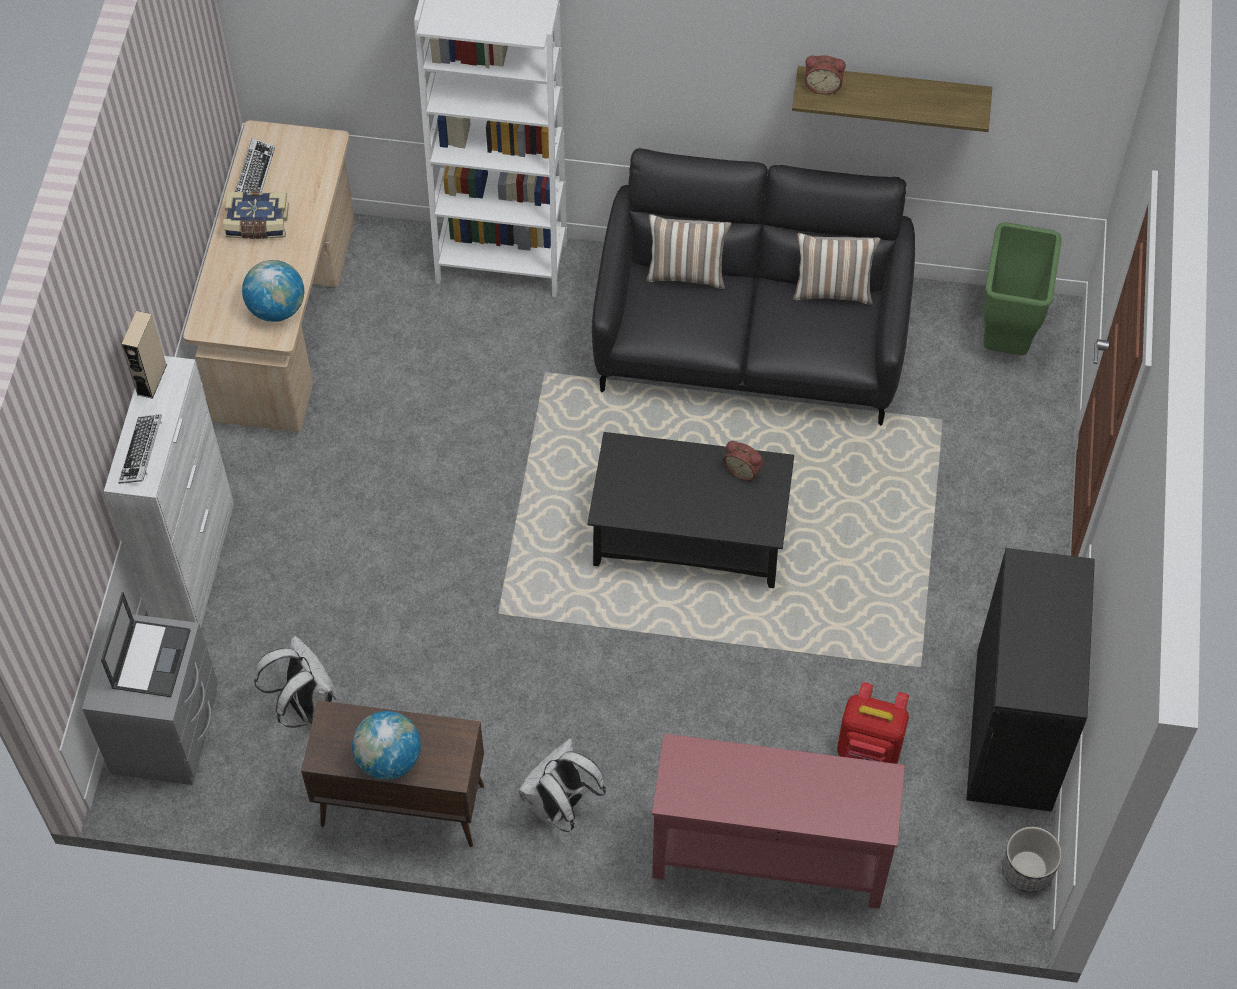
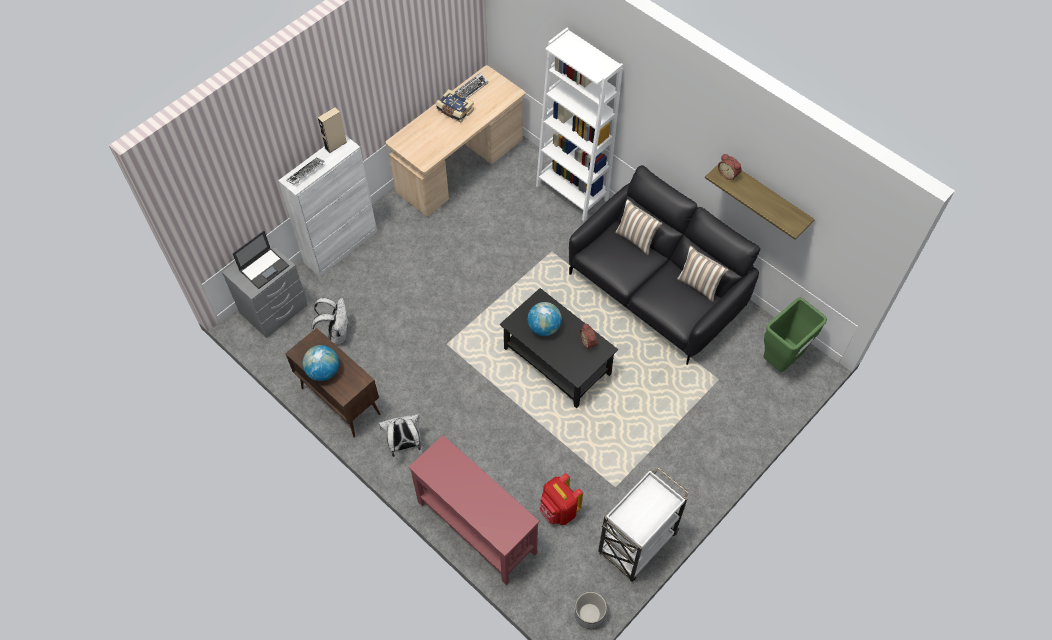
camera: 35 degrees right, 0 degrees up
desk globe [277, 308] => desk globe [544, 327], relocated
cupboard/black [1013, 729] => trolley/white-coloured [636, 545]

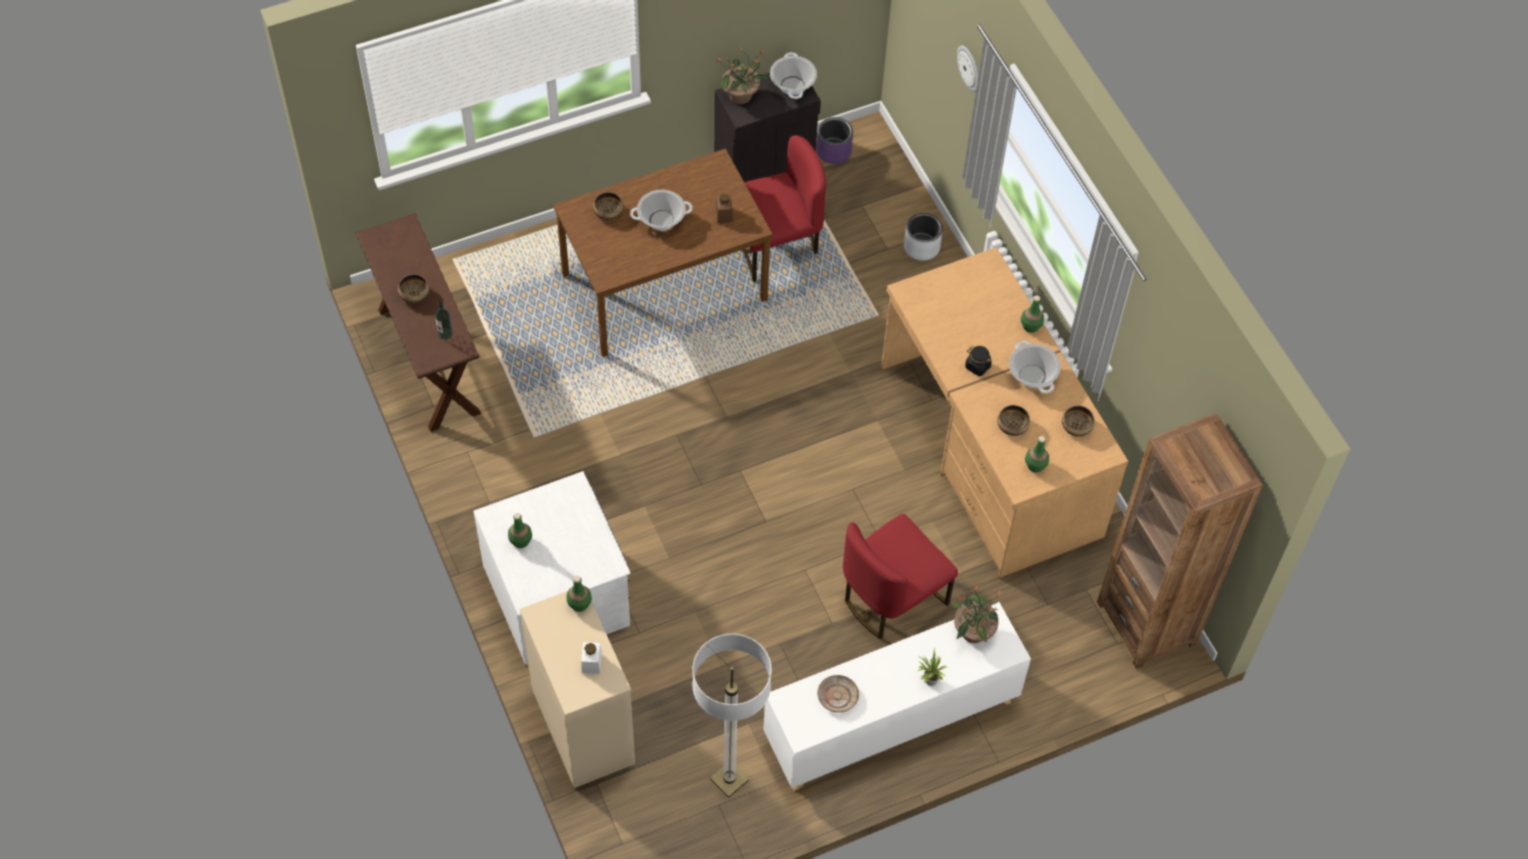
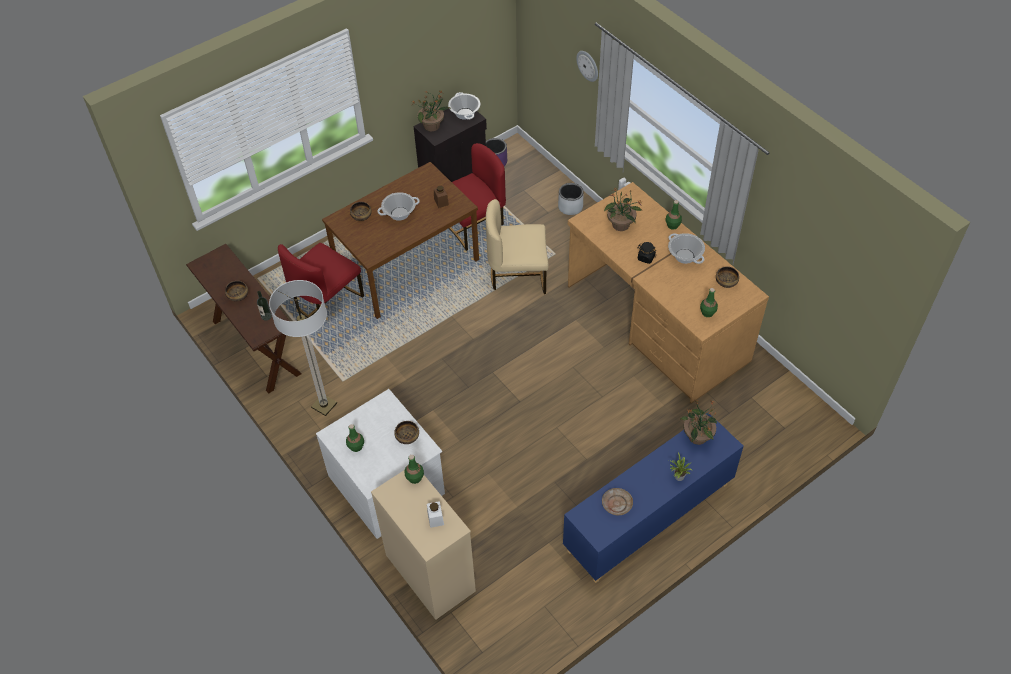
camera: 10 degrees left, 5 degrees down
shelving unit/brown-coloured [1146, 623] => nothing
nothing => chair/beige [518, 275]
nothing => houseplant [621, 225]
standard lamp [729, 779] => standard lamp [324, 405], relocated
chair/red [892, 598] => chair/red [327, 300], relocated
serving bowl [1012, 426] => serving bowl [407, 436], relocated
cupboard/white-coloured [890, 722] => cupboard/blue-coloured [648, 518]

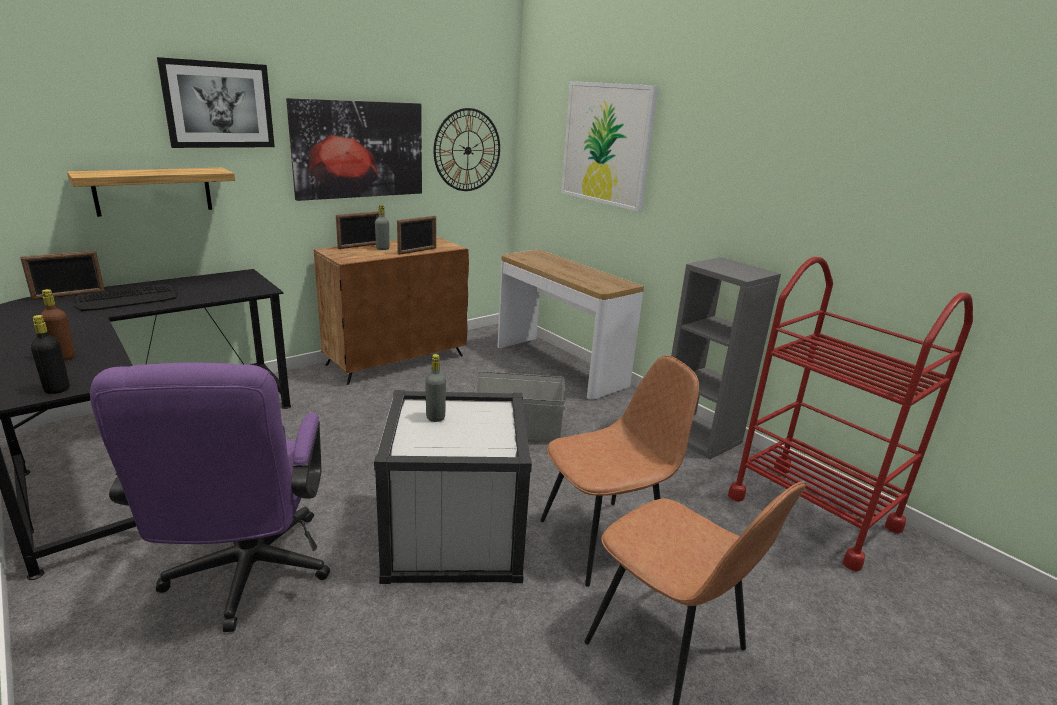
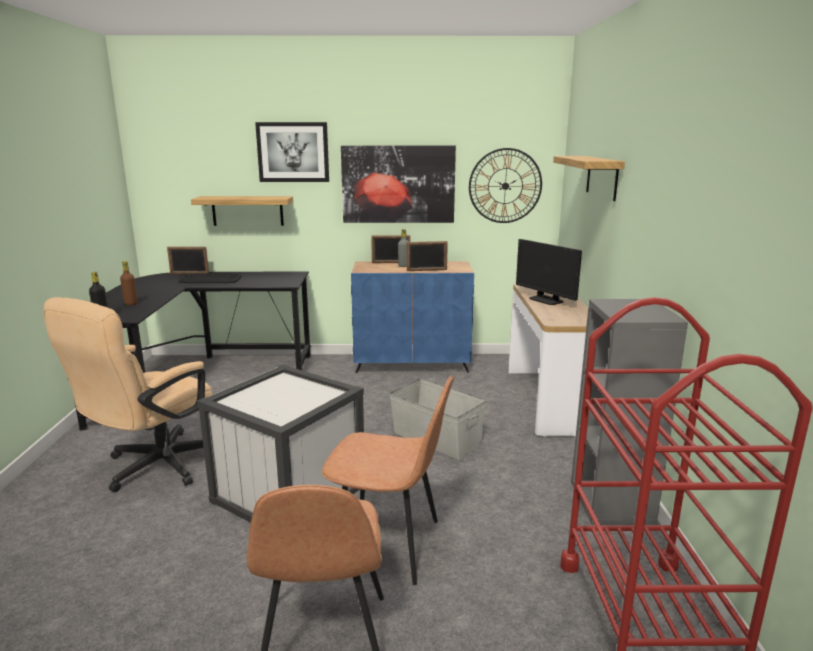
camera: 40 degrees right, 5 degrees down
drink bottle/grey [435, 417] => nothing
nothing => monitor [546, 300]
wall art [607, 144] => bracket shelf [602, 177]
office chair/purple-coloured [246, 578] => office chair/beige [154, 468]
cupboard/brown-coloured [396, 360] => cupboard/blue-coloured [412, 364]

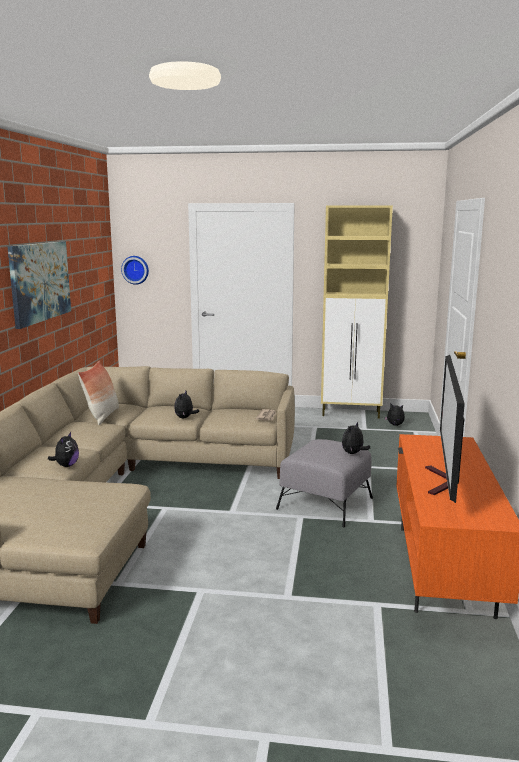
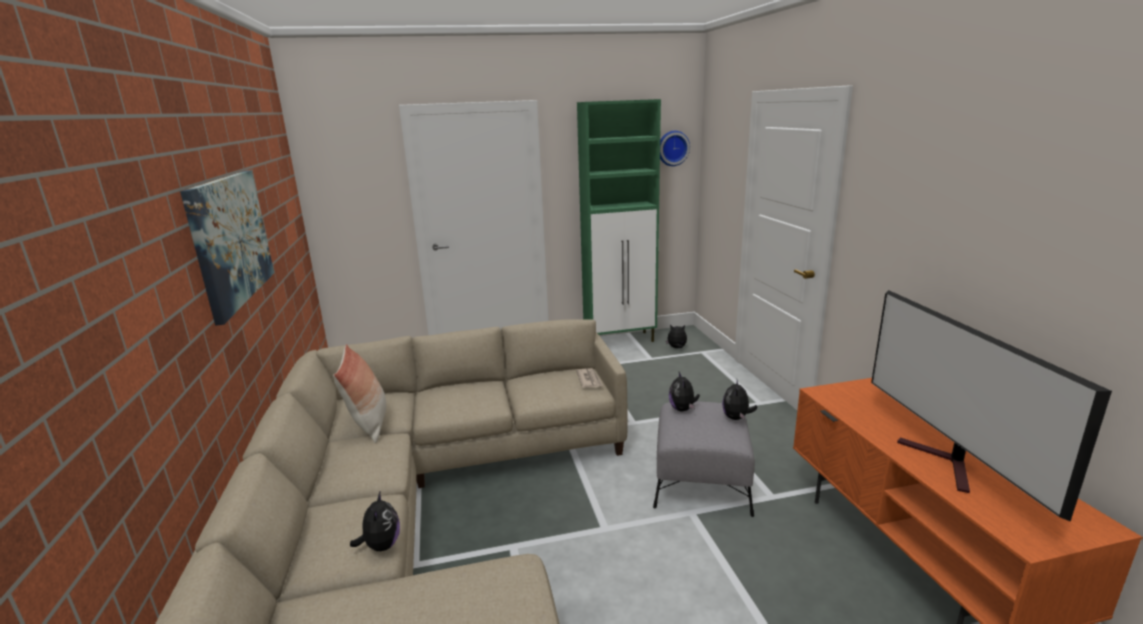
camera: 20 degrees left, 5 degrees up
hanging clock [135, 270] => hanging clock [672, 148], relocated
cuddly toy [185, 418] => cuddly toy [683, 409], relocated
cupboard/beige [351, 413] => cupboard/green-coloured [620, 340]

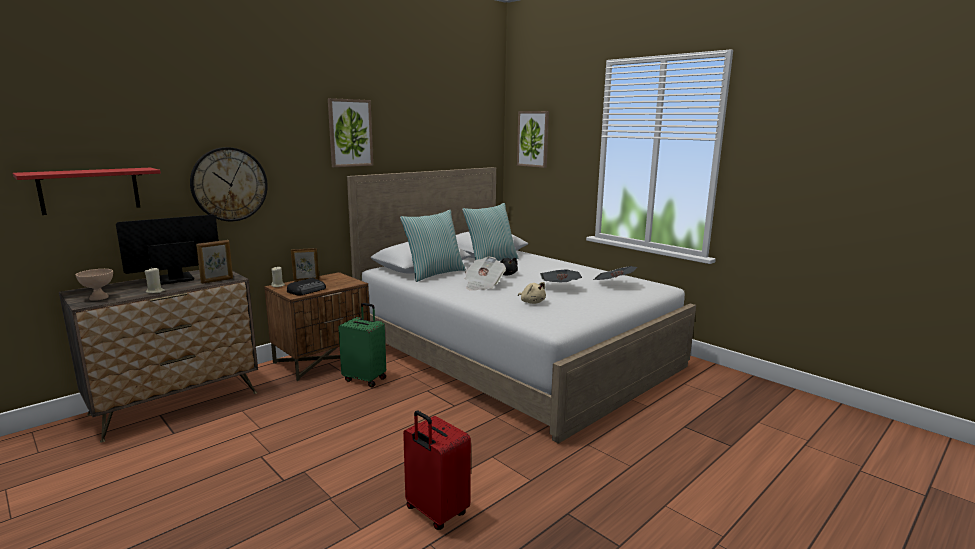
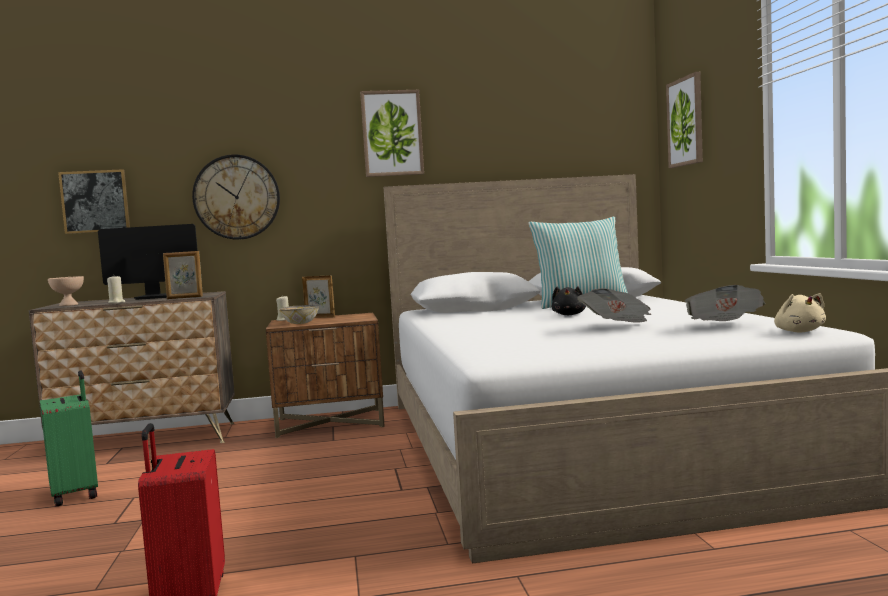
camera: 35 degrees right, 10 degrees down
throw pillow [434, 274] => nothing
daily paper [483, 285] => nothing
travel case/green-coloured [365, 379] => travel case/green-coloured [76, 494], relocated
cuddly toy/beige [532, 302] => cuddly toy/beige [799, 331], relocated
bracket shelf/red [89, 190] => wall art [95, 201]
radio receiver [307, 290] => serving bowl [300, 323]

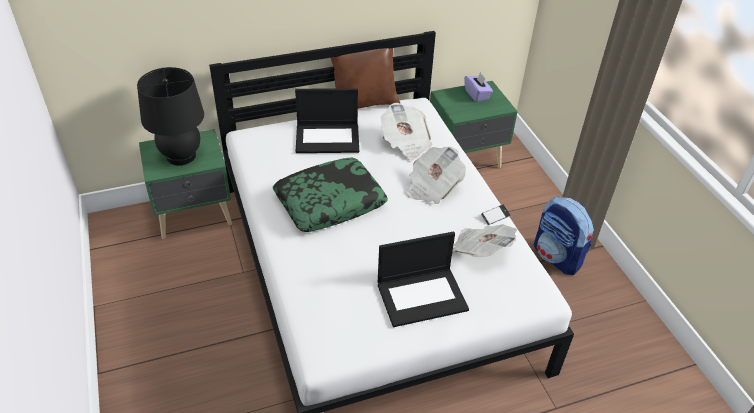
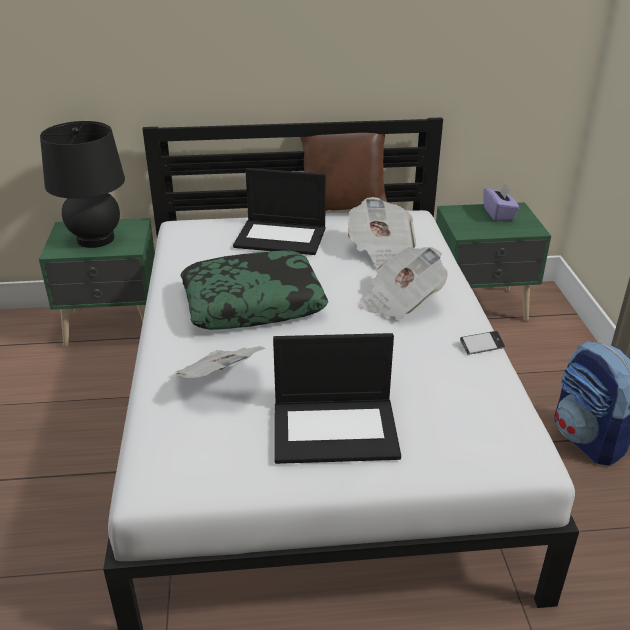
camera: 15 degrees right, 10 degrees down
daily paper [480, 250] => daily paper [220, 380], relocated

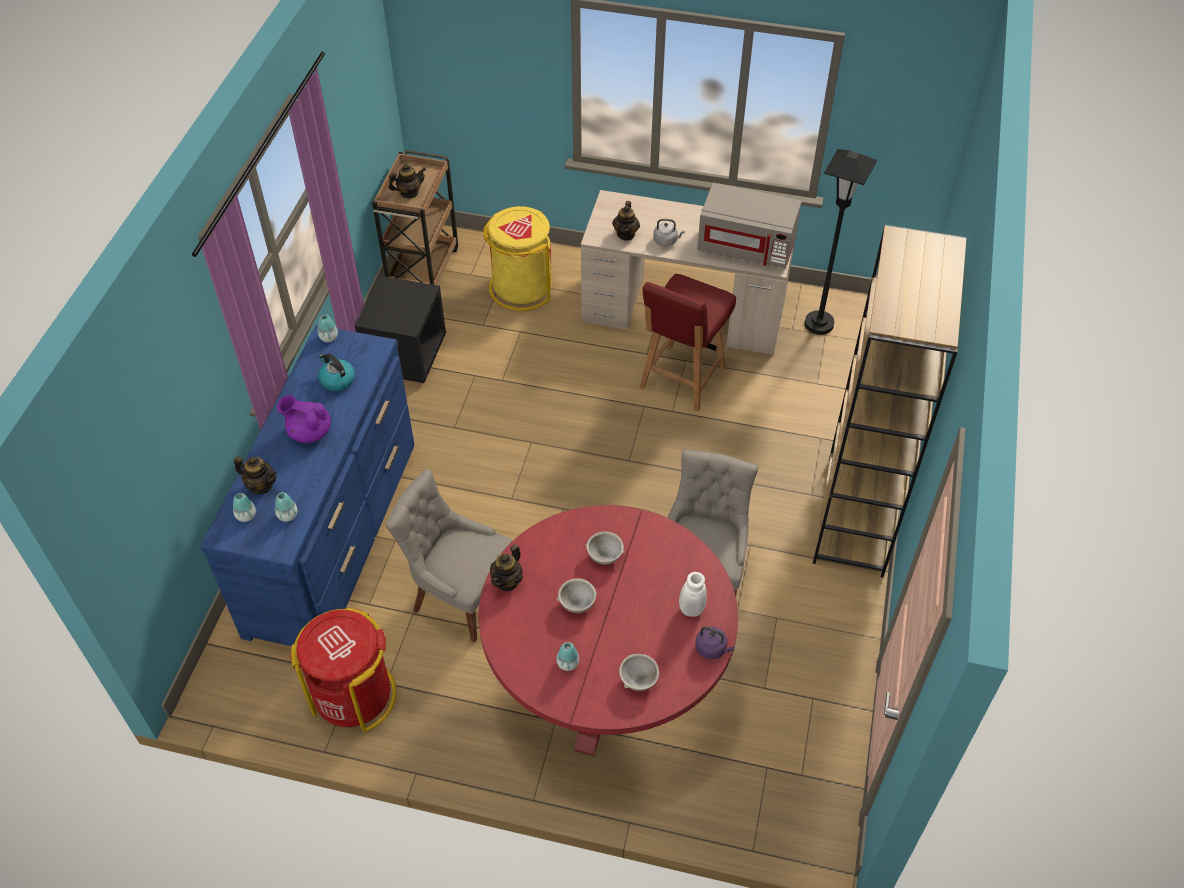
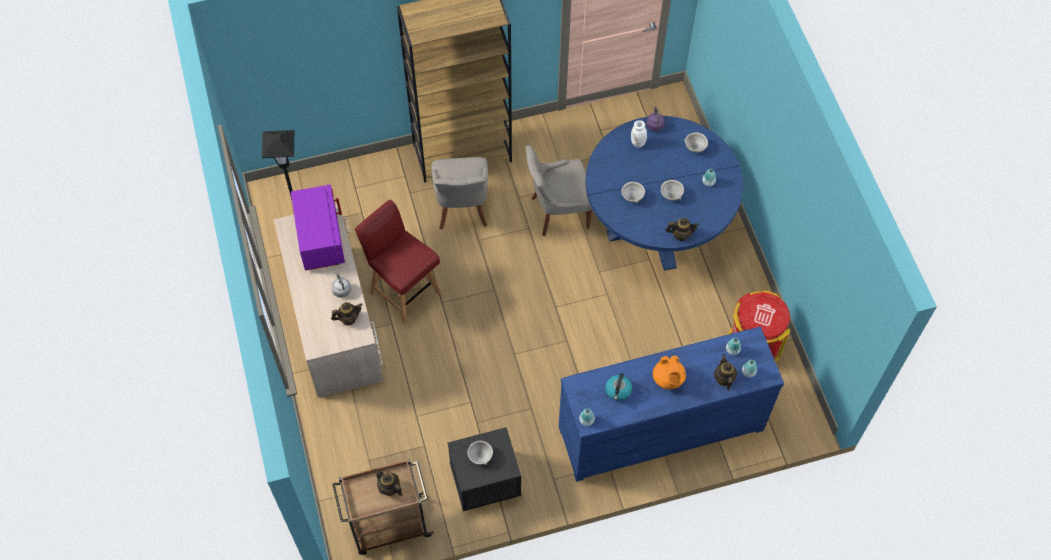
camera: 120 degrees left, 10 degrees up
waste bin/yellow-coloured [521, 288] => nothing
nothing => serving bowl/grey [480, 456]
chair/grey [459, 596] => chair/grey [462, 209], relocated
teapot/purple-coloured [309, 432] => teapot/orange [668, 379]
dinner table/red [606, 681] => dinner table/blue-coloured [656, 226]
microwave oven/grey [747, 246] => microwave oven/purple-coloured [320, 238]
chair/red [681, 379] => chair/red [404, 291], 135 degrees counterclockwise

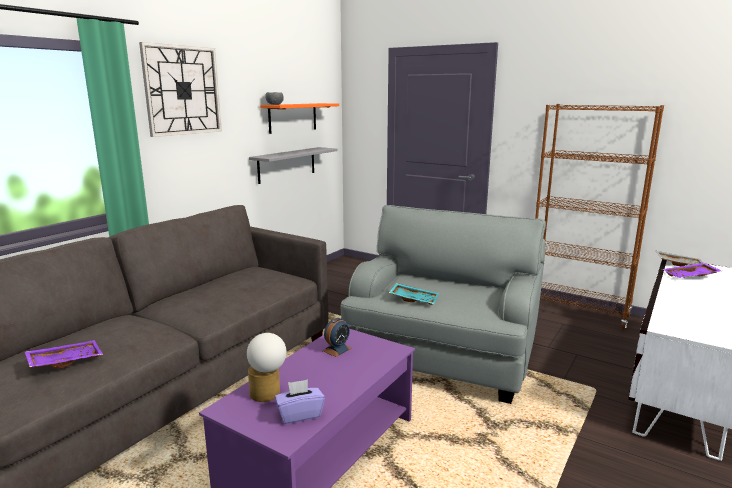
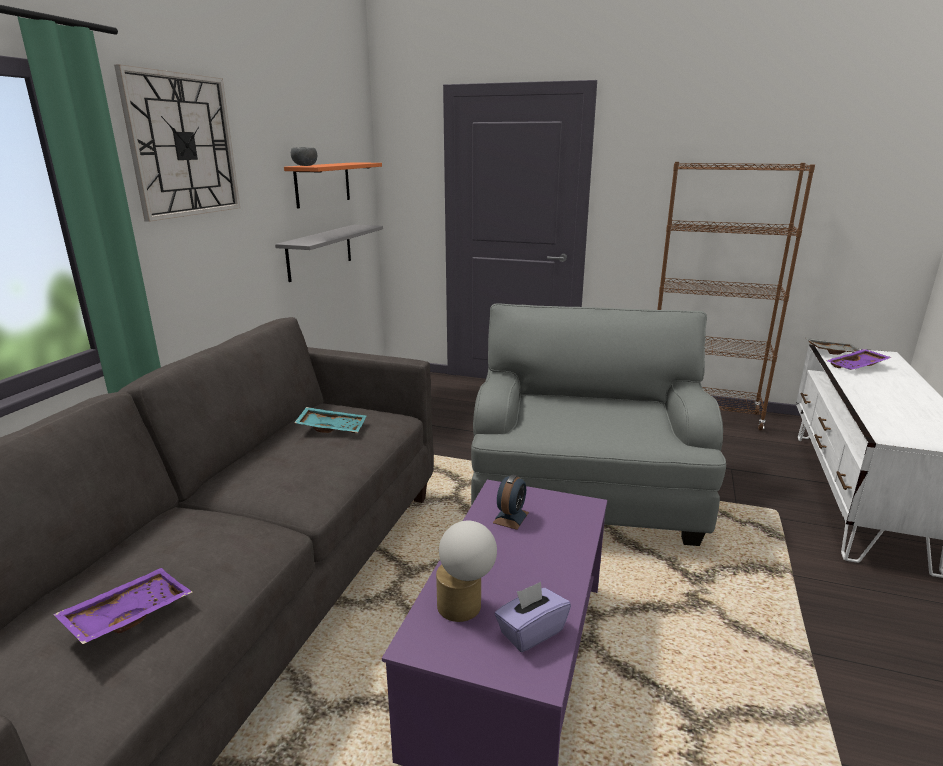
camera: 15 degrees left, 5 degrees up
serving tray/turquoise [414, 299] => serving tray/turquoise [332, 427], relocated

